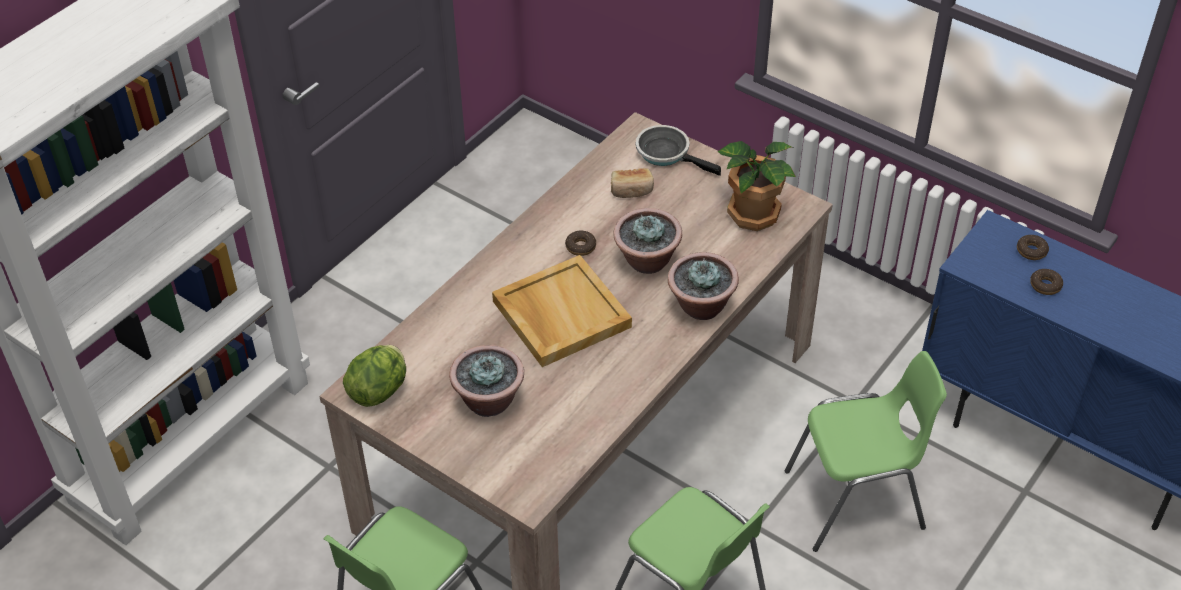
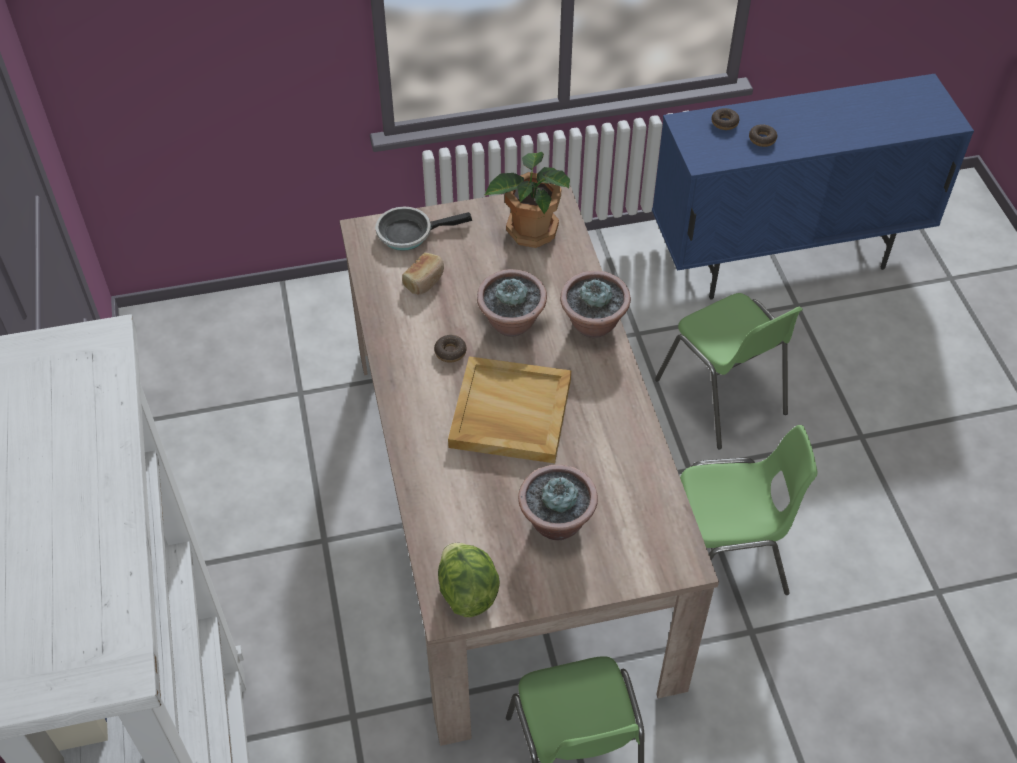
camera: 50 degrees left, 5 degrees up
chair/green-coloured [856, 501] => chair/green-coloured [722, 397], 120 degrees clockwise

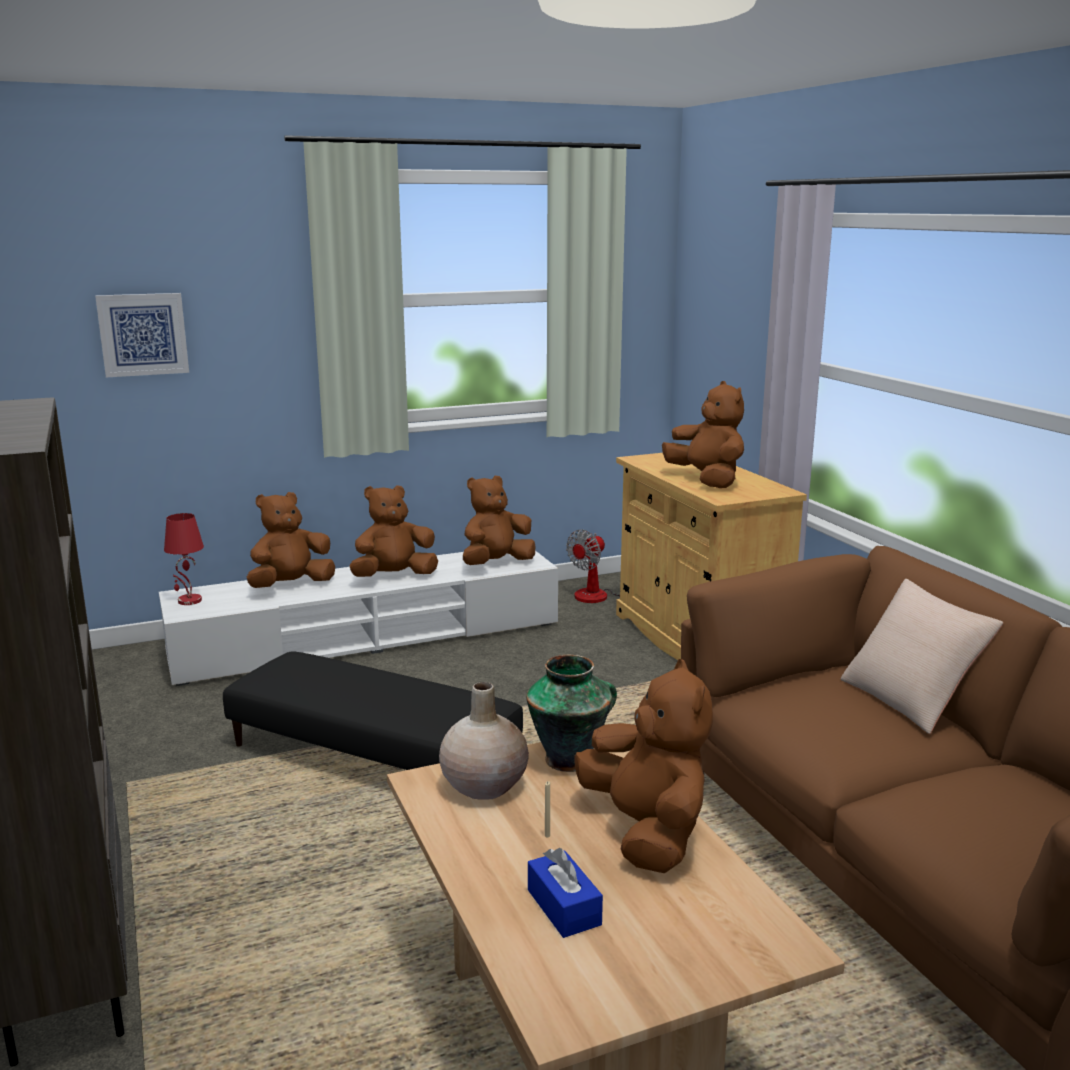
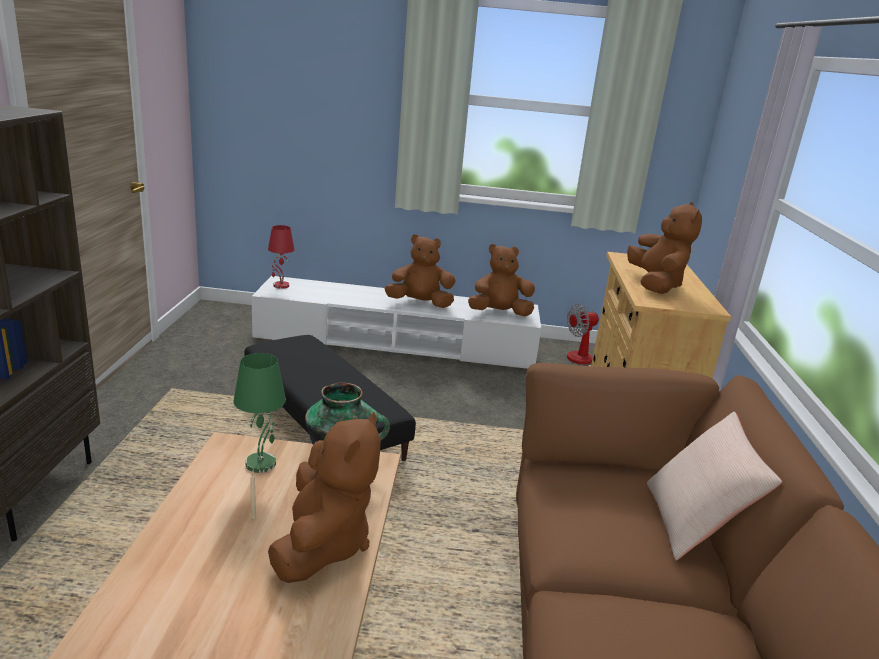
camera: 25 degrees right, 5 degrees up
wall art [143, 334] => nothing
cuddly toy/brown-coloured [291, 585] => nothing
tissue box/blue-coloured [564, 907] => nothing
vase/beige [484, 785] => table lamp/green-coloured [261, 463]

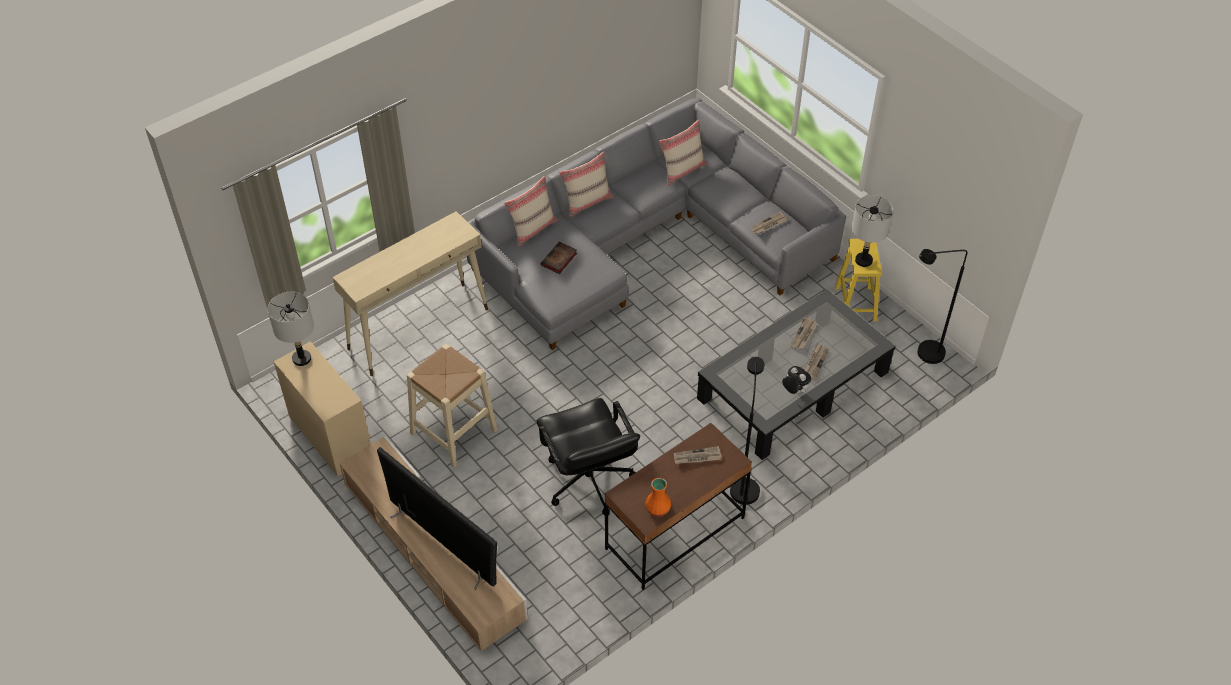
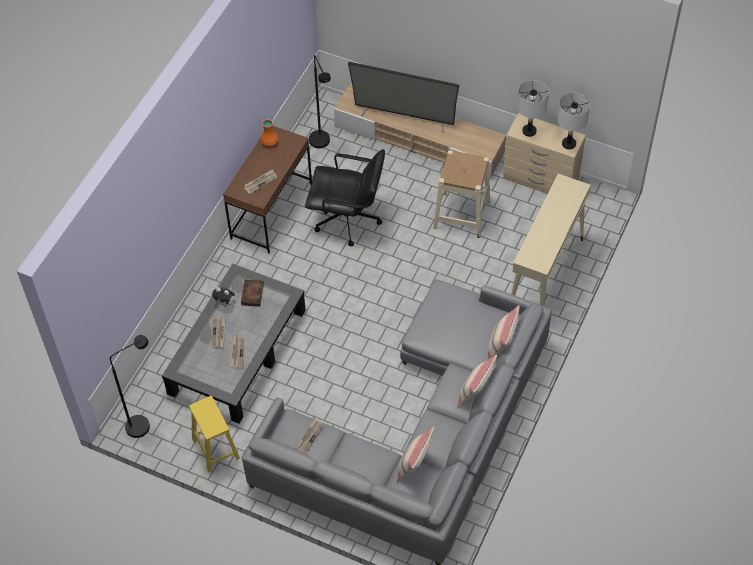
camera: 155 degrees right, 5 degrees up
bound book [559, 260] => bound book [252, 293], relocated
standard lamp/black [743, 485] => standard lamp/black [322, 144], relocated
table lamp/grey [863, 260] => table lamp/grey [529, 131], relocated
office chair/black [588, 481] => office chair/black [348, 220], 150 degrees clockwise

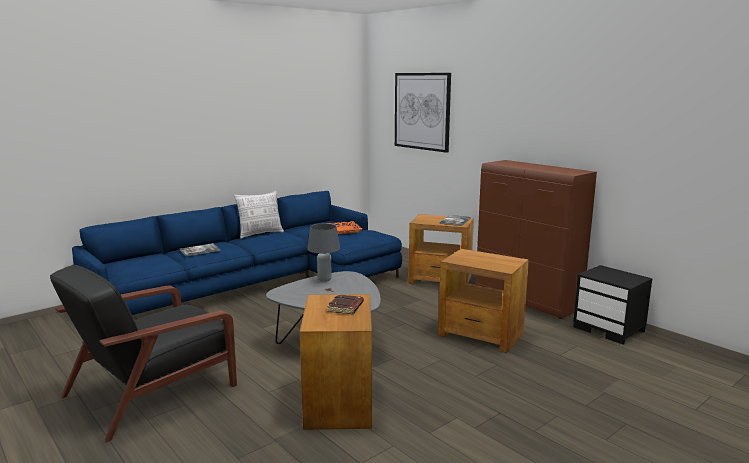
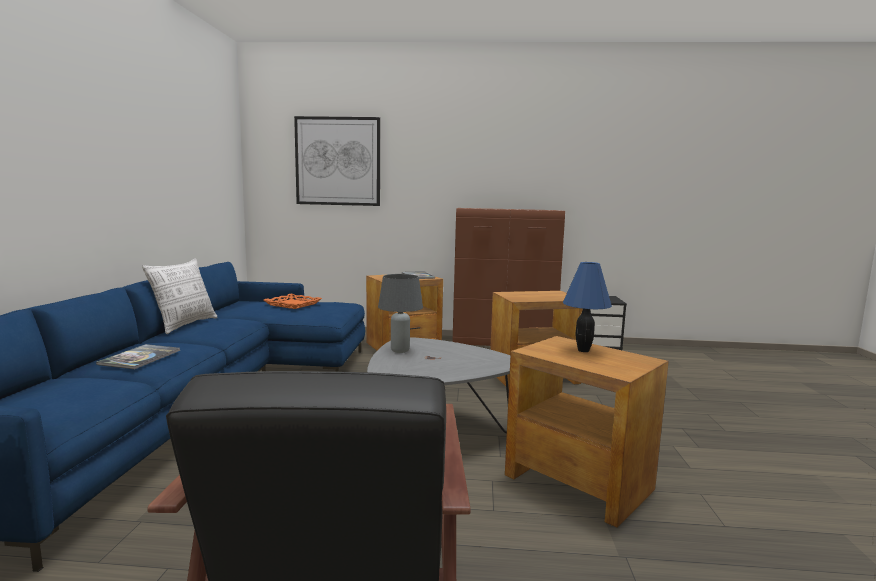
camera: 45 degrees left, 5 degrees down
bound book/brown-coloured [346, 307] => table lamp/blue-coloured [584, 350]

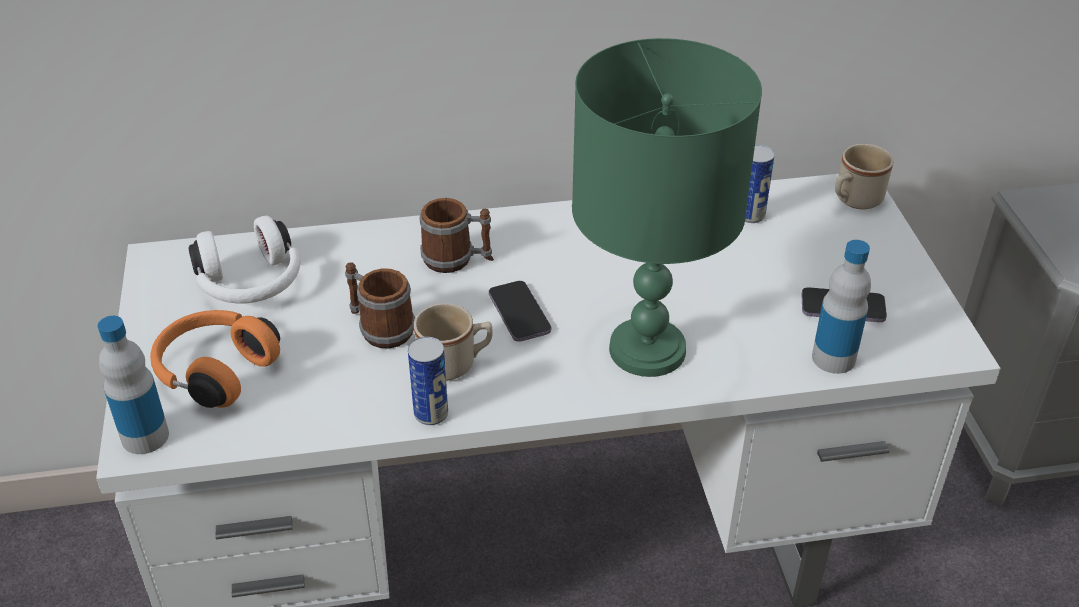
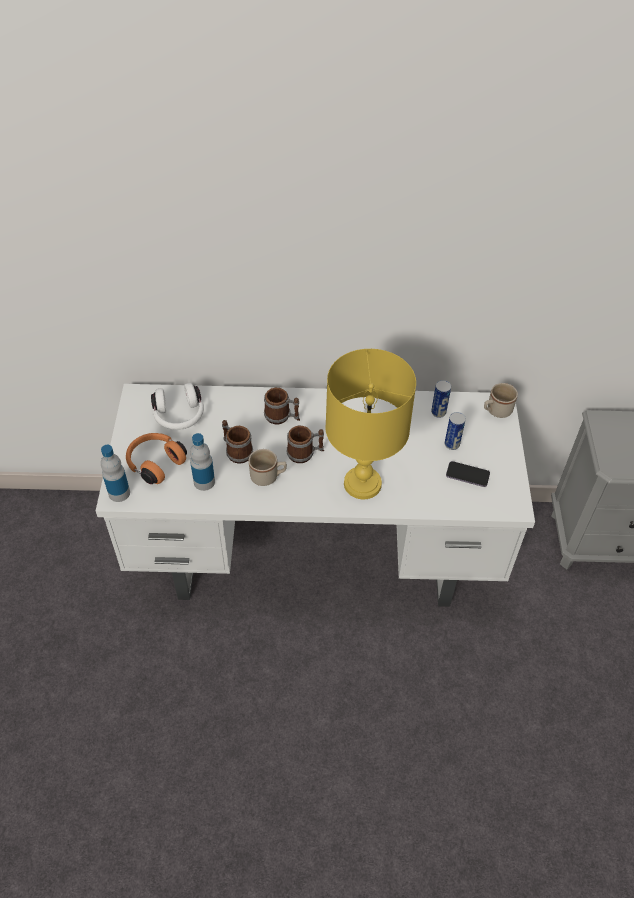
camera: 10 degrees right, 10 degrees up
metal can [431, 414] => metal can [452, 444], relocated
drink bottle [833, 358] => drink bottle [204, 482], relocated
handset [519, 313] => mug [305, 453]
table lamp/green-coloured [646, 349] => table lamp/yellow-coloured [362, 483]

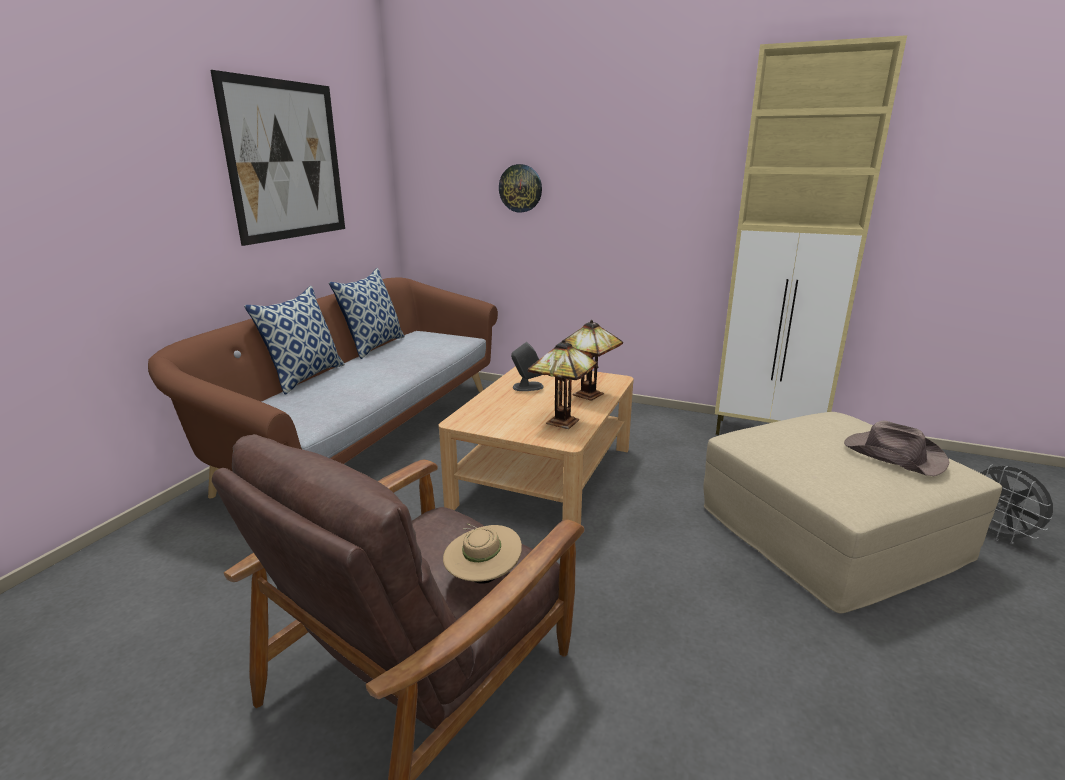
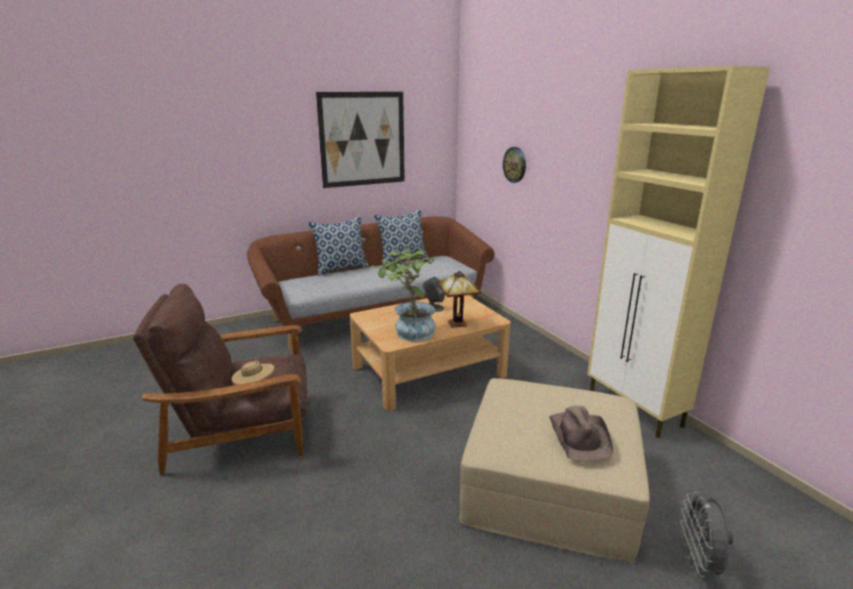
camera: 40 degrees right, 0 degrees up
table lamp [559, 422] => houseplant [409, 333]

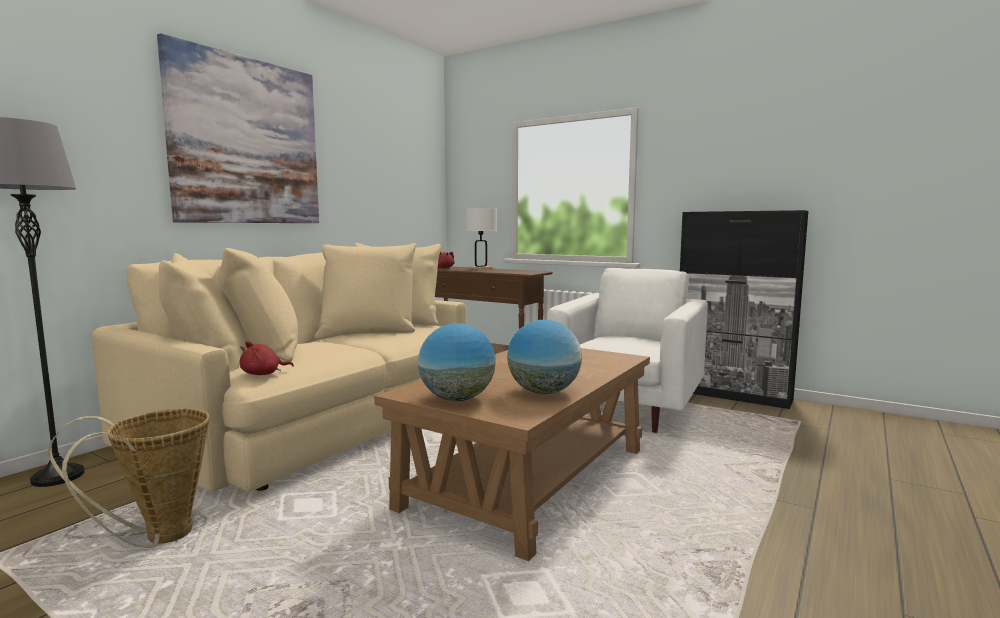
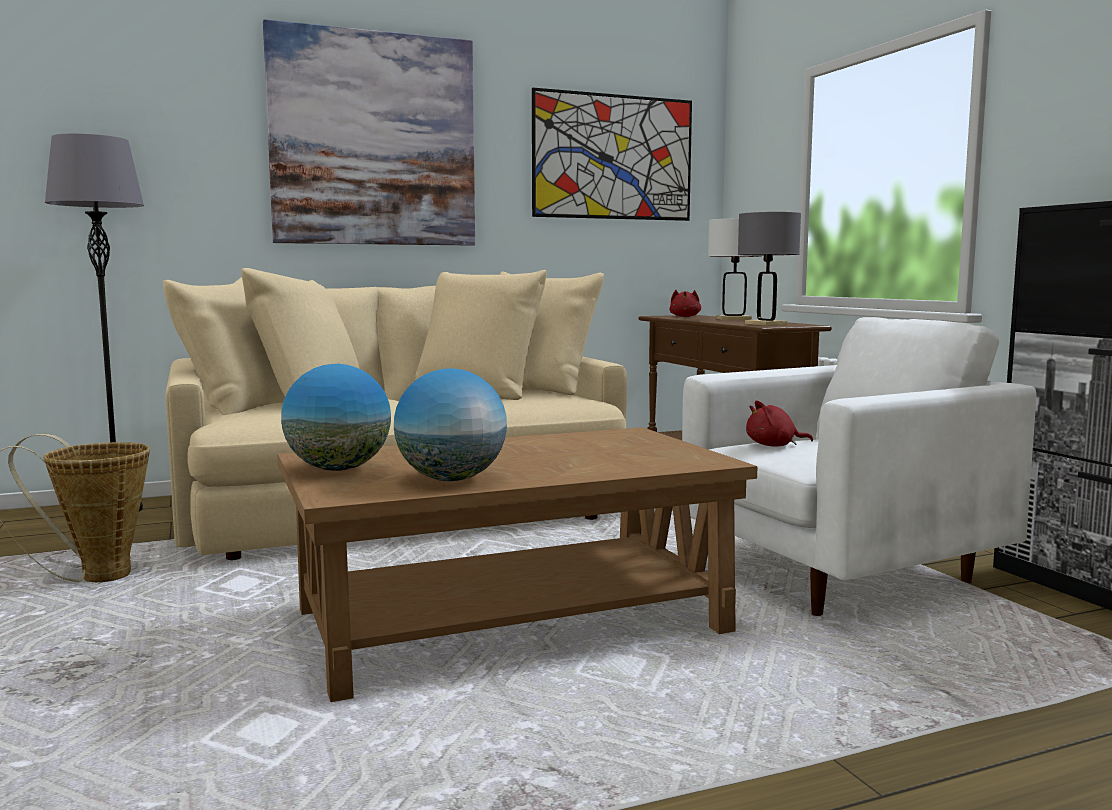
camera: 35 degrees right, 0 degrees up
nothing => wall art [613, 157]
nothing => table lamp/grey [765, 324]
cuddly toy/red [263, 374] => cuddly toy/red [774, 445], relocated

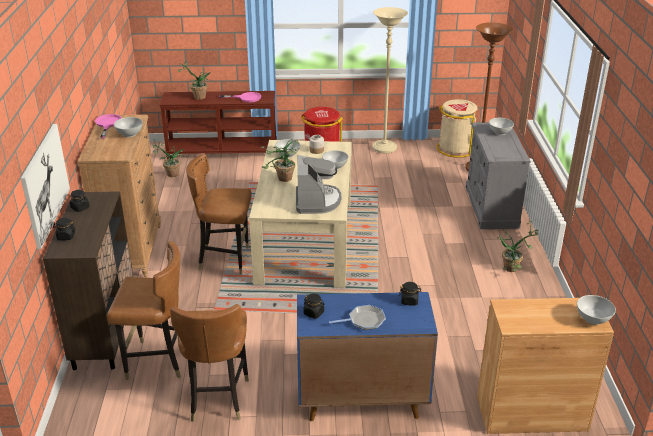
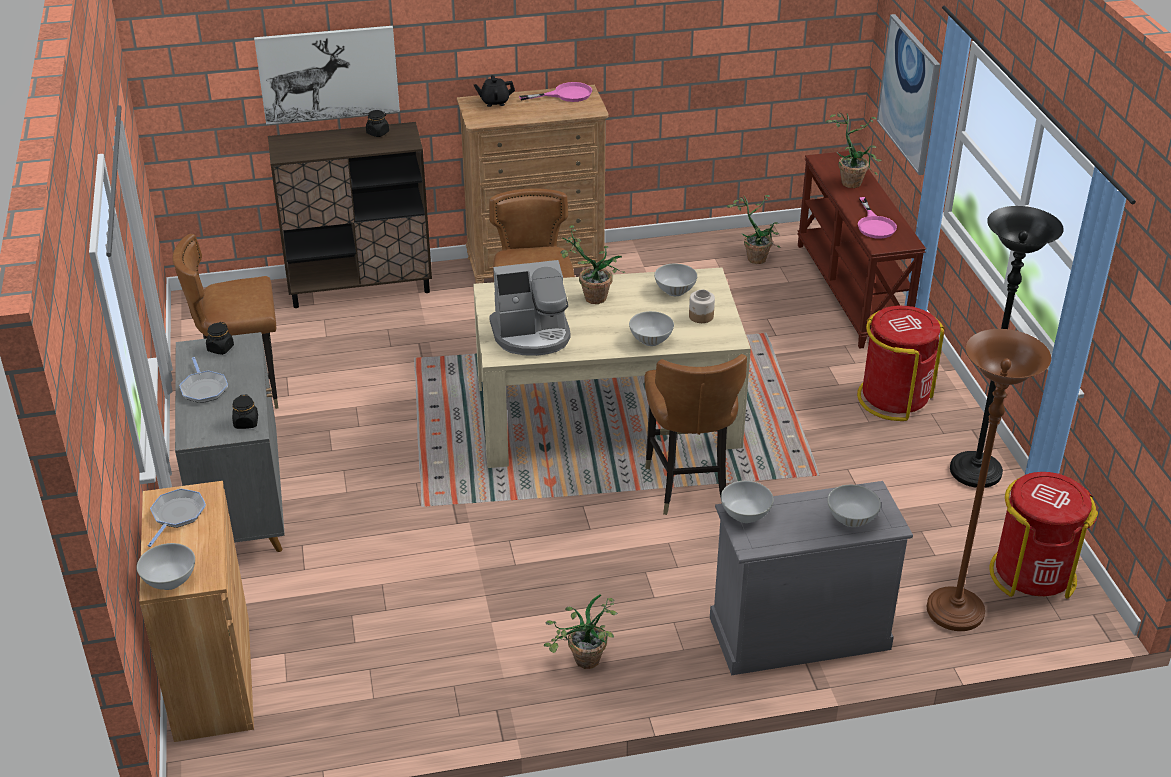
camera: 80 degrees right, 5 degrees up
storage jar/black [66, 237] => nothing
nothing => pan [177, 515]
nothing => teapot/black [494, 102]
nothing => wall art [909, 93]
chair/brown-coloured [157, 361] => chair/brown-coloured [688, 486], relocated
serving bowl/white-coloured [130, 134] => serving bowl/white-coloured [745, 515], relocated
cupboard/blue-coloured [361, 400] => cupboard/grey [241, 506]
standard lamp/beige [384, 148] => standard lamp/black [975, 472]
waste bin/beige [455, 149] => waste bin/red [1032, 574]

